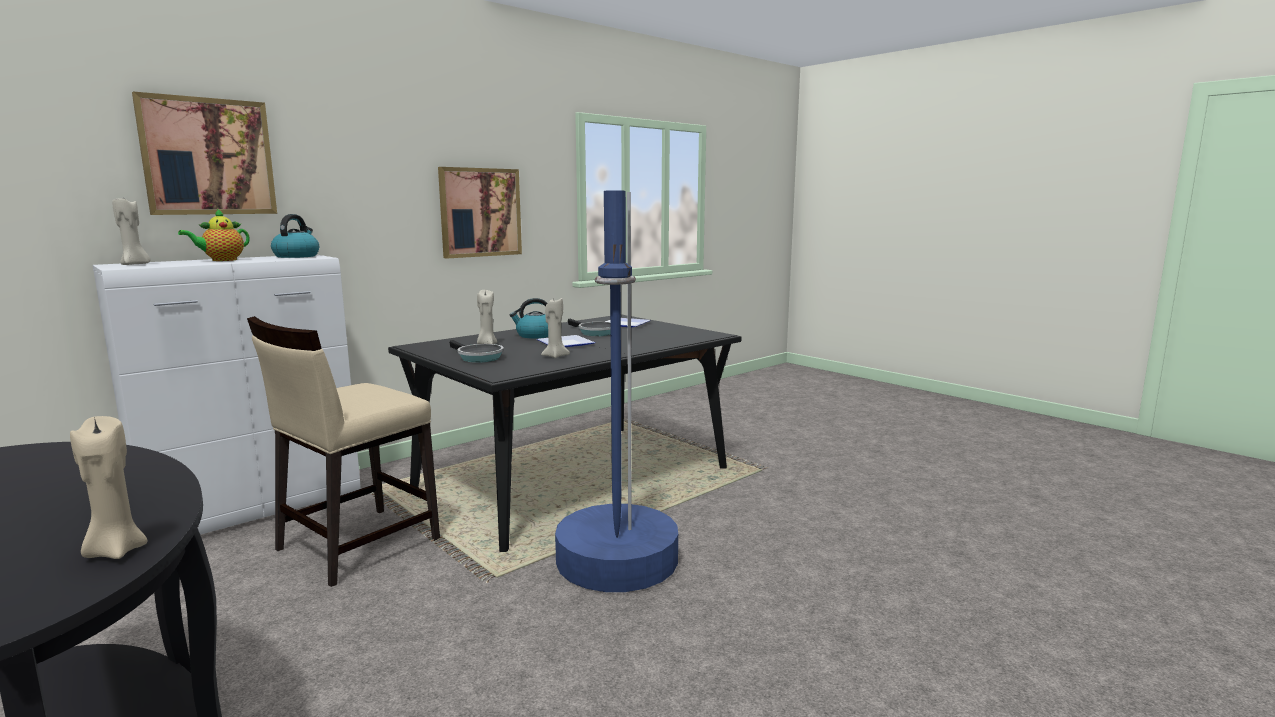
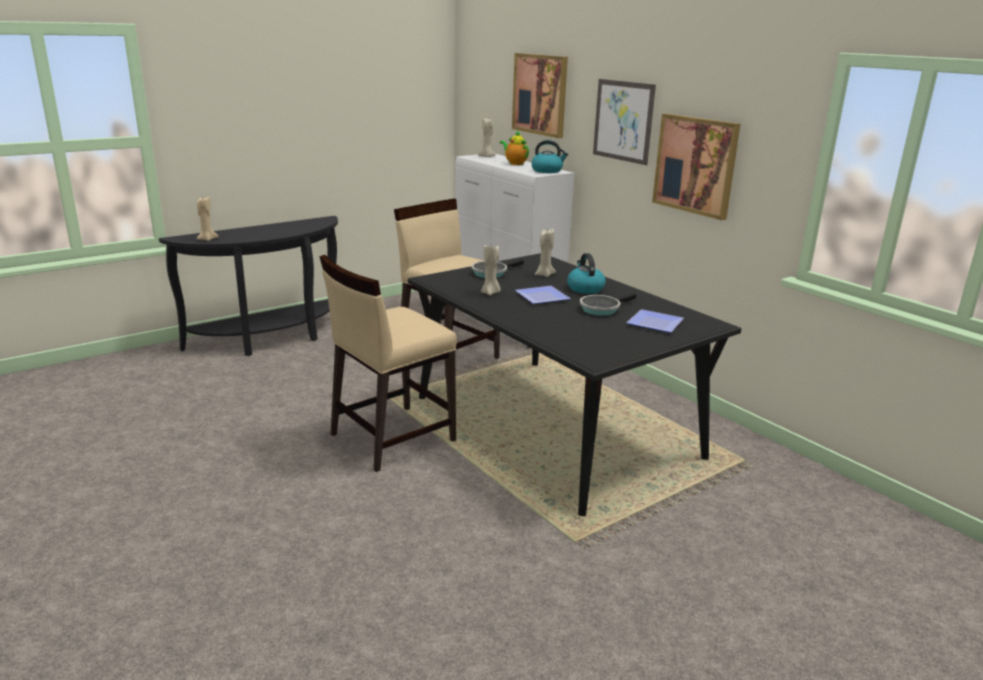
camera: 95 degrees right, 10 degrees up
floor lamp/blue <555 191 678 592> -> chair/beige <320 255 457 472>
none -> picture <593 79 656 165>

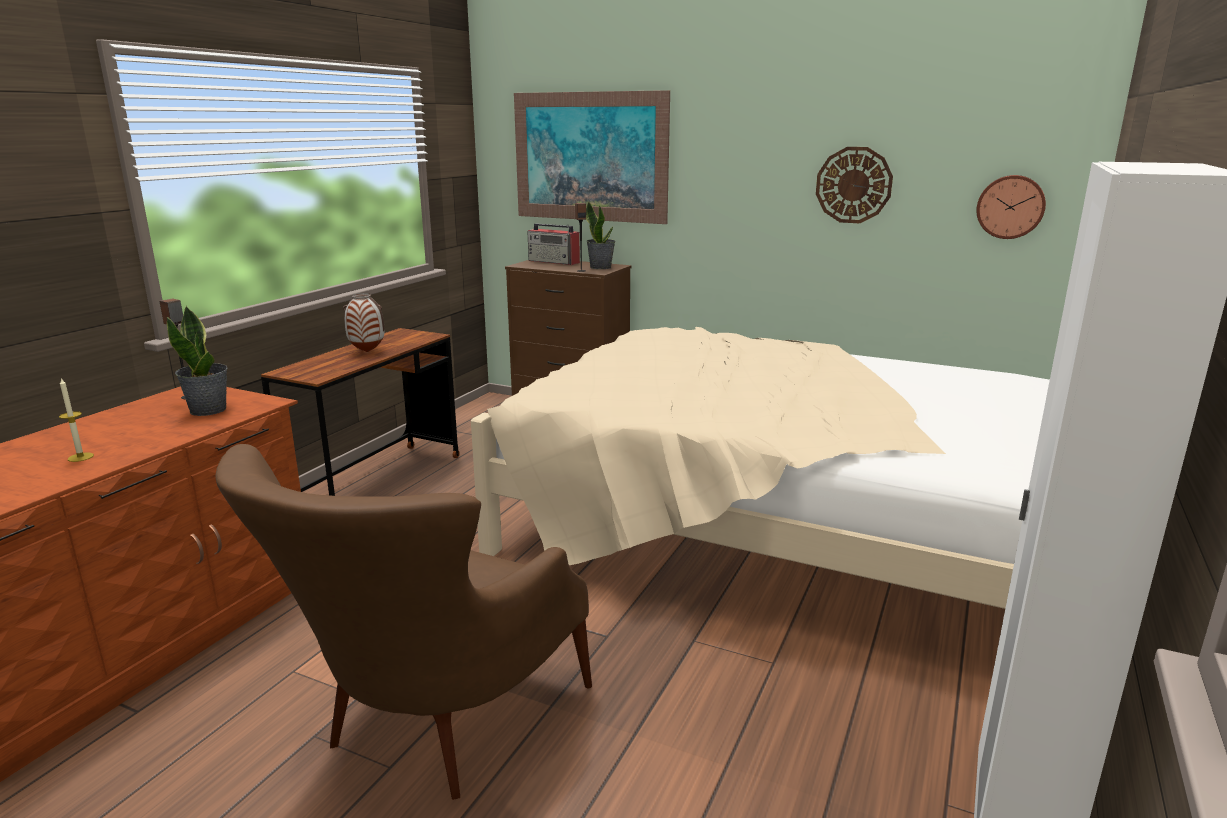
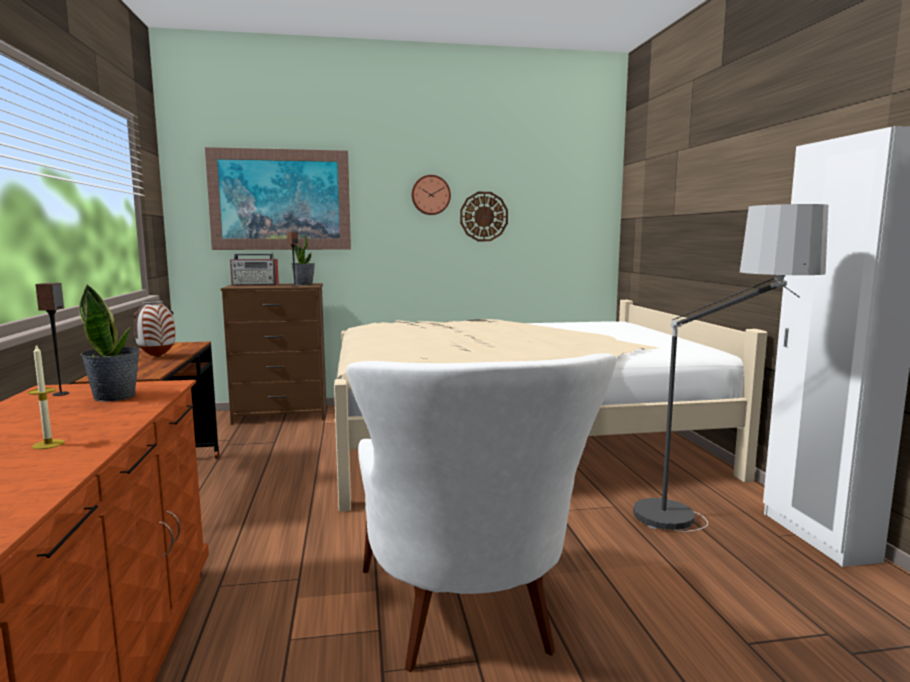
camera: 35 degrees left, 10 degrees down
wall clock <976 175 1046 239> -> wall clock <412 175 451 215>, relocated
armchair/brown <215 444 592 800> -> armchair/white <346 353 617 672>
none -> floor lamp <633 204 828 532>

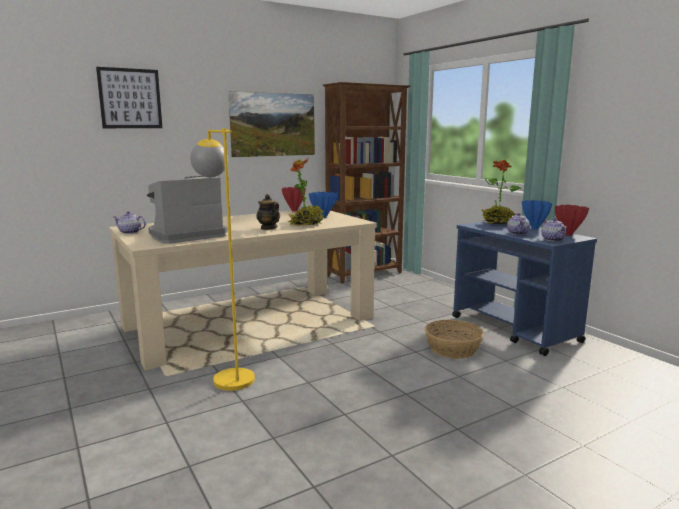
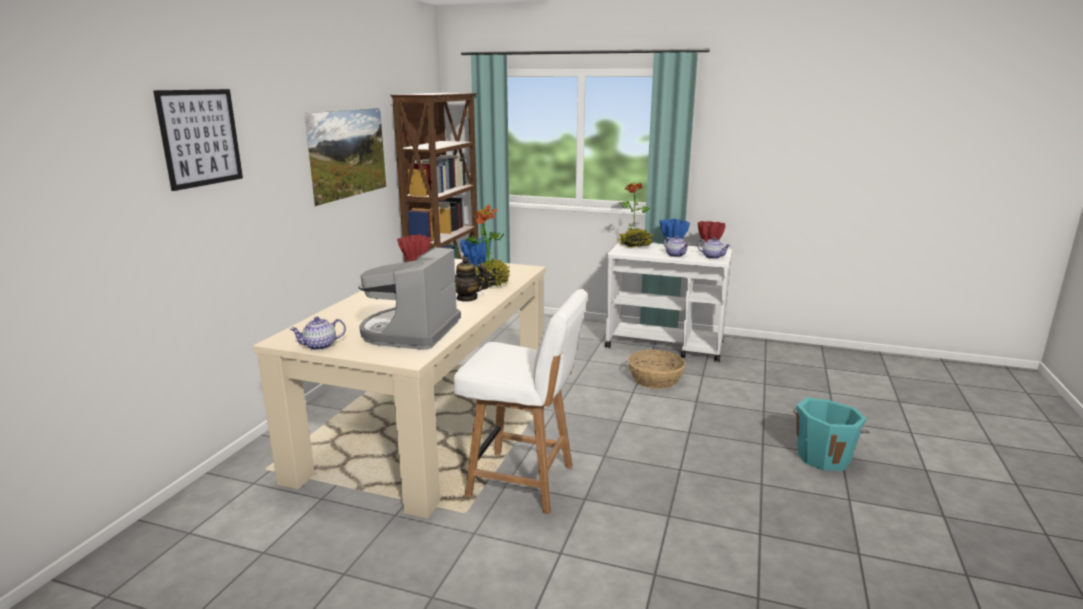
camera: 40 degrees left, 5 degrees up
floor lamp/yellow <190 128 255 391> -> chair/white <454 289 588 514>
cart/blue <452 221 597 356> -> cart/white <605 241 733 362>
none -> bucket/turquoise <793 398 871 471>

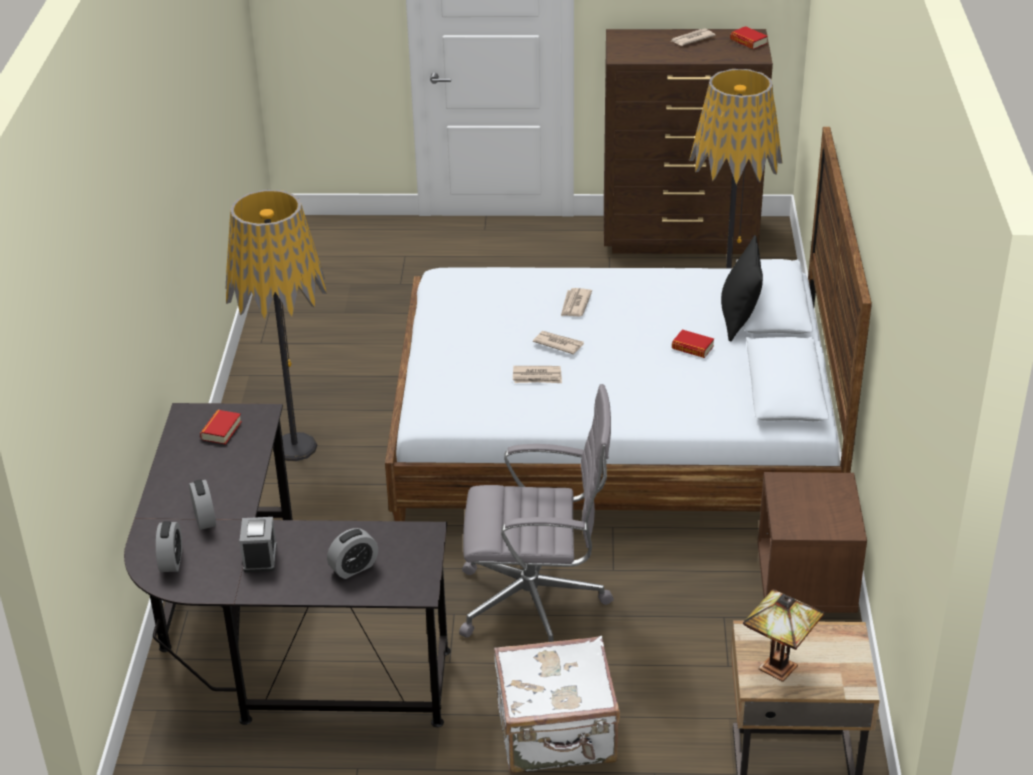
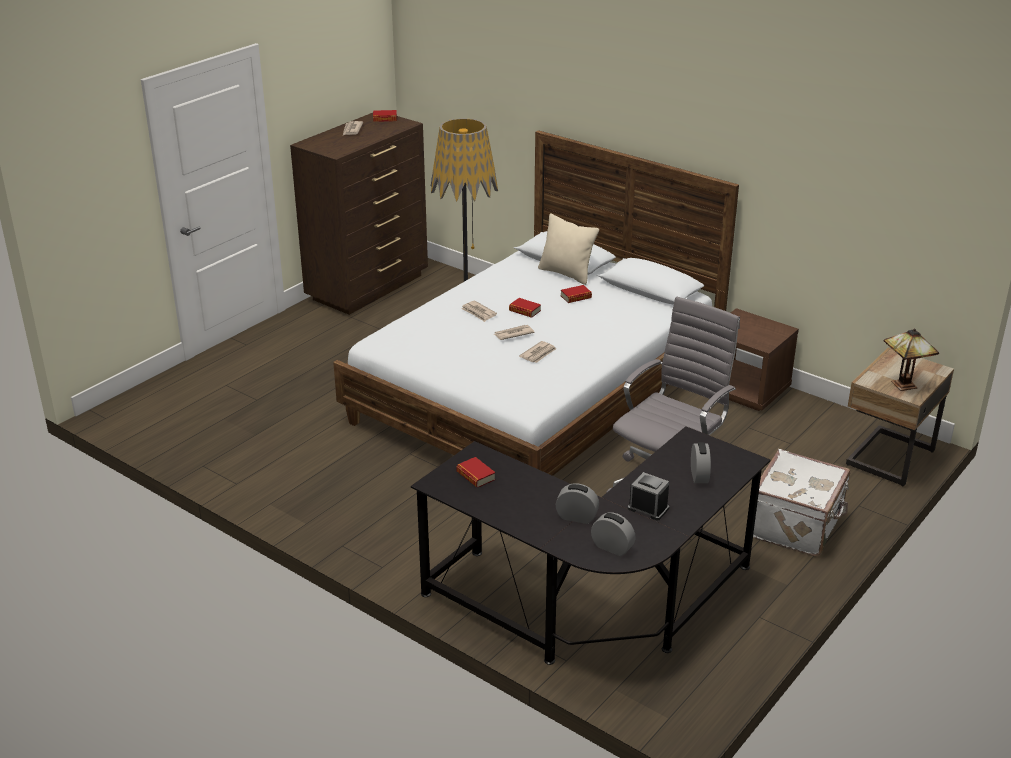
camera: 55 degrees left, 5 degrees down
floor lamp <226 190 327 461> -> none
pillow/black <721 235 763 342> -> pillow/beige <538 214 599 285>
none -> book <509 298 541 318>

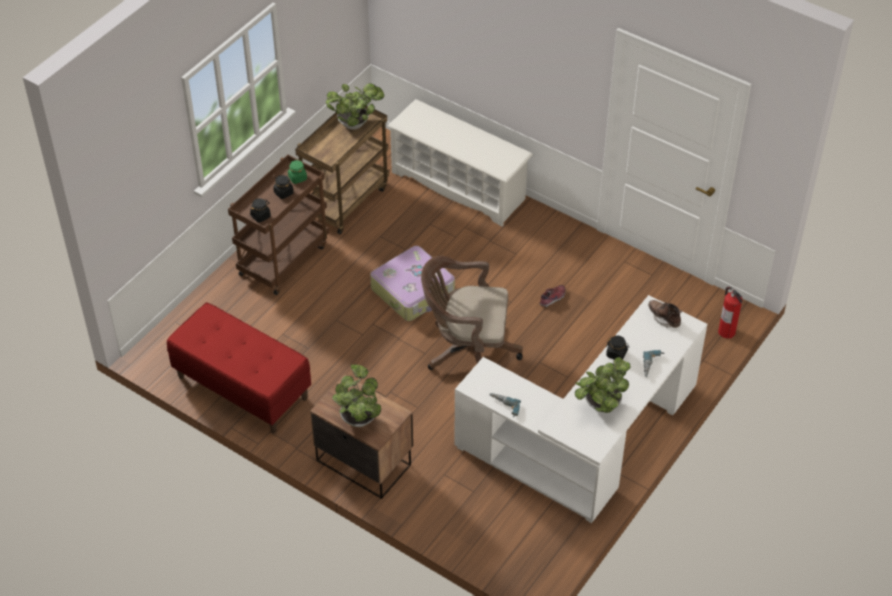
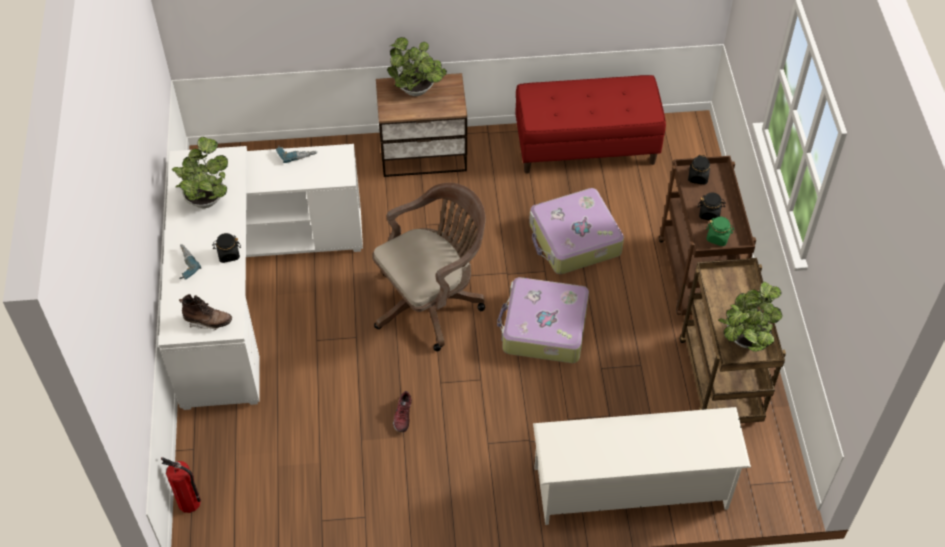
camera: 140 degrees right, 5 degrees up
none -> suitcase <529 188 624 274>

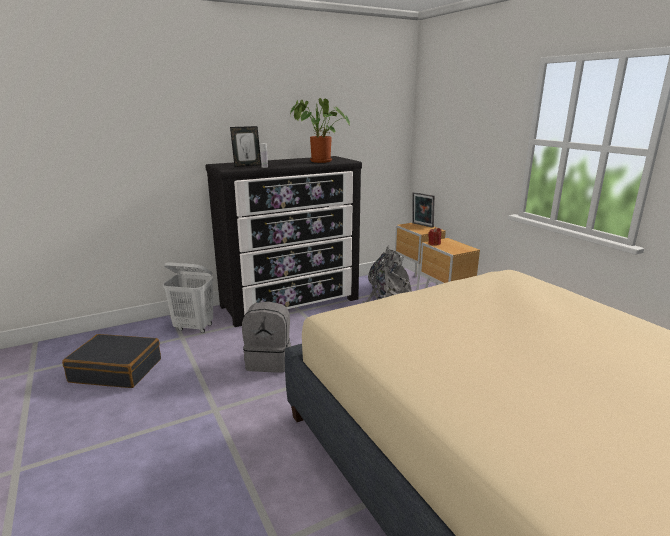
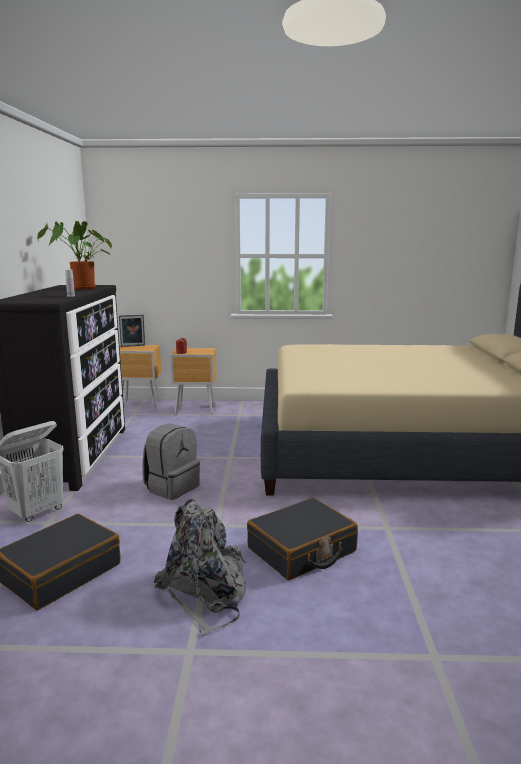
camera: 60 degrees left, 5 degrees down
picture frame <230 126 261 167> -> none
backpack/grey <362 245 412 303> -> backpack/grey <153 499 246 636>, relocated
none -> suitcase/black <247 498 358 580>

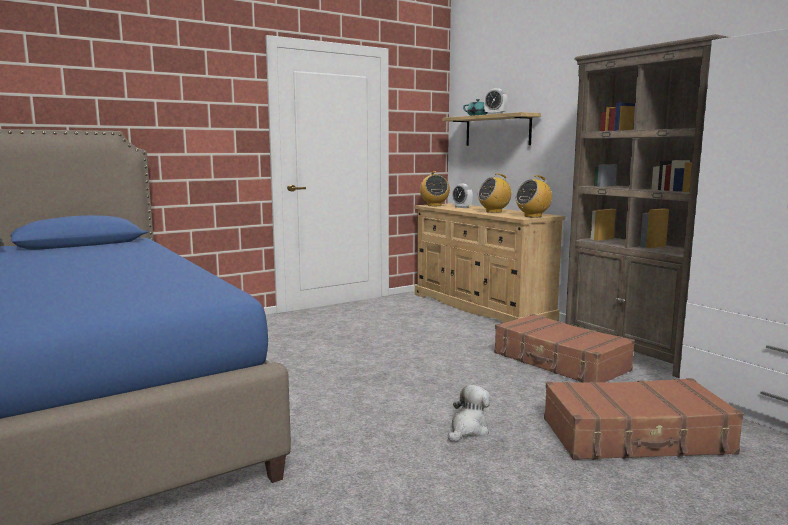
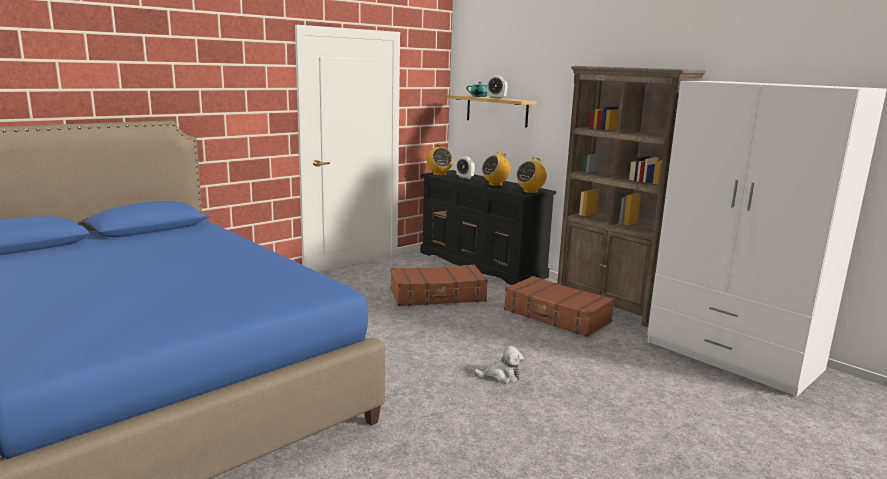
camera: 10 degrees left, 5 degrees up
dresser/beige <414 203 565 323> -> dresser/black <420 170 556 285>
suitcase/brown <544 378 744 460> -> suitcase/brown <391 264 488 306>, relocated
plush toy <448 385 491 442> -> plush toy <474 346 524 384>, 60 degrees clockwise

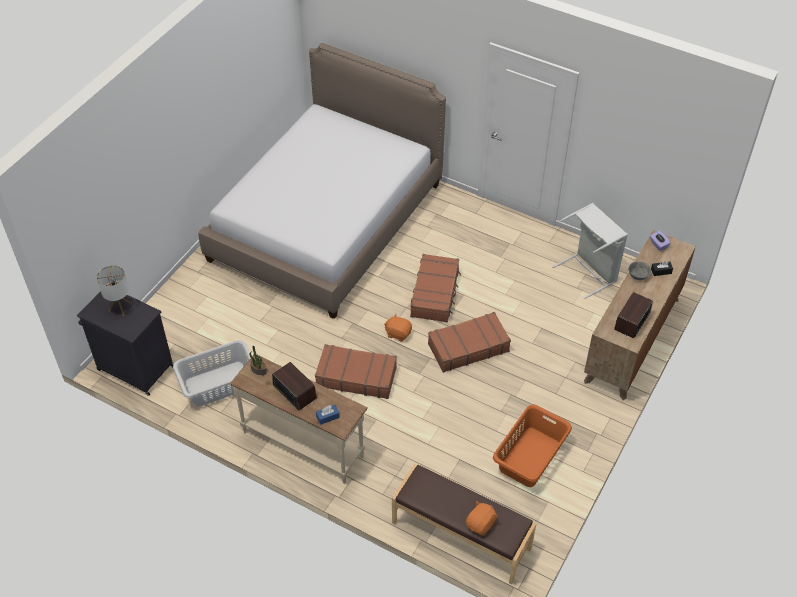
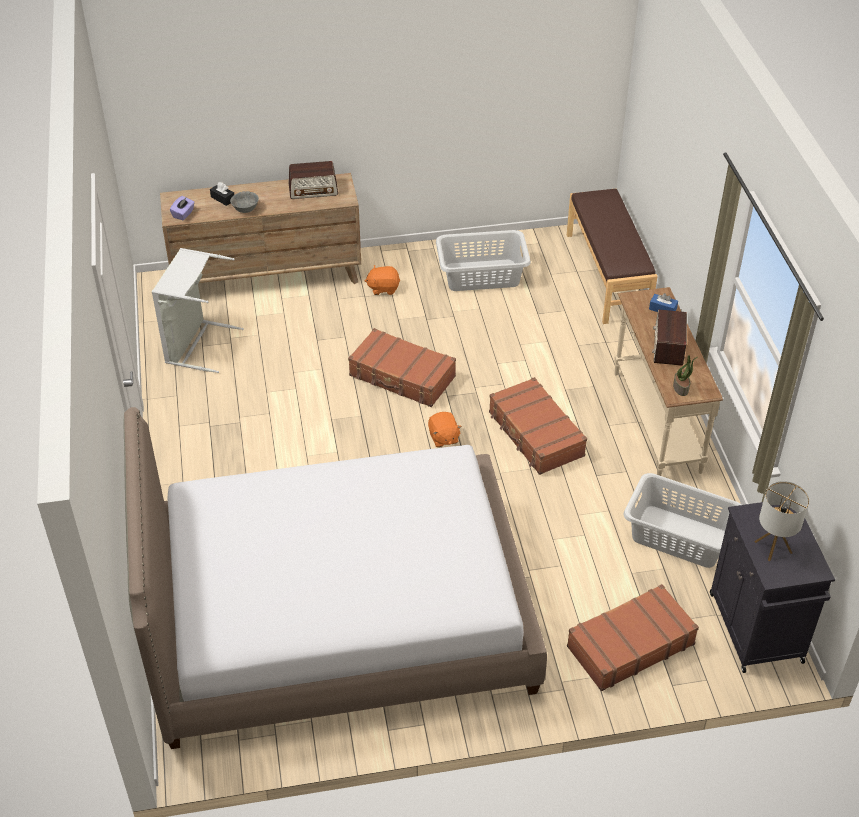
camera: 130 degrees left, 5 degrees down
suitcase/brown <410 254 461 322> -> suitcase/brown <567 584 699 691>, relocated
laundry basket/orange <493 404 572 487> -> laundry basket/grey <436 230 531 291>
plush toy/orange <466 501 498 536> -> plush toy/orange <365 265 400 295>, relocated

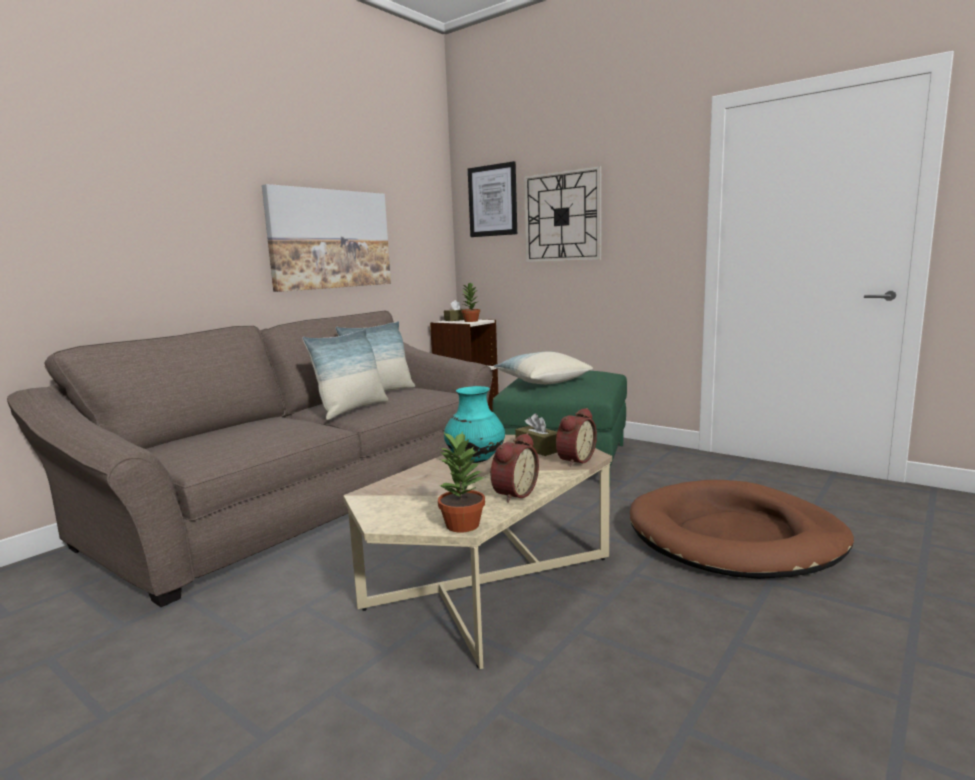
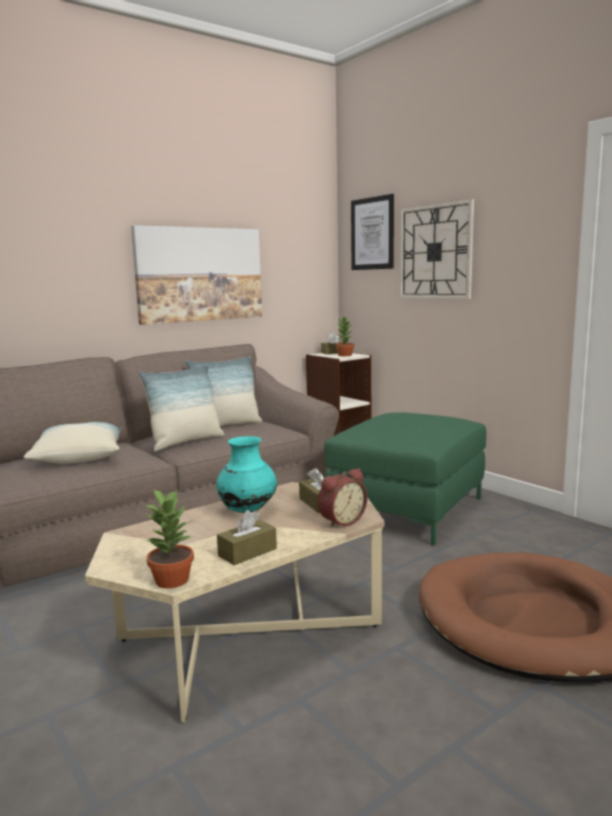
camera: 15 degrees right, 0 degrees up
pillow <494 351 593 384> -> pillow <24 422 123 464>, relocated
alarm clock <491 433 539 503> -> tissue box/brown <217 510 277 565>

